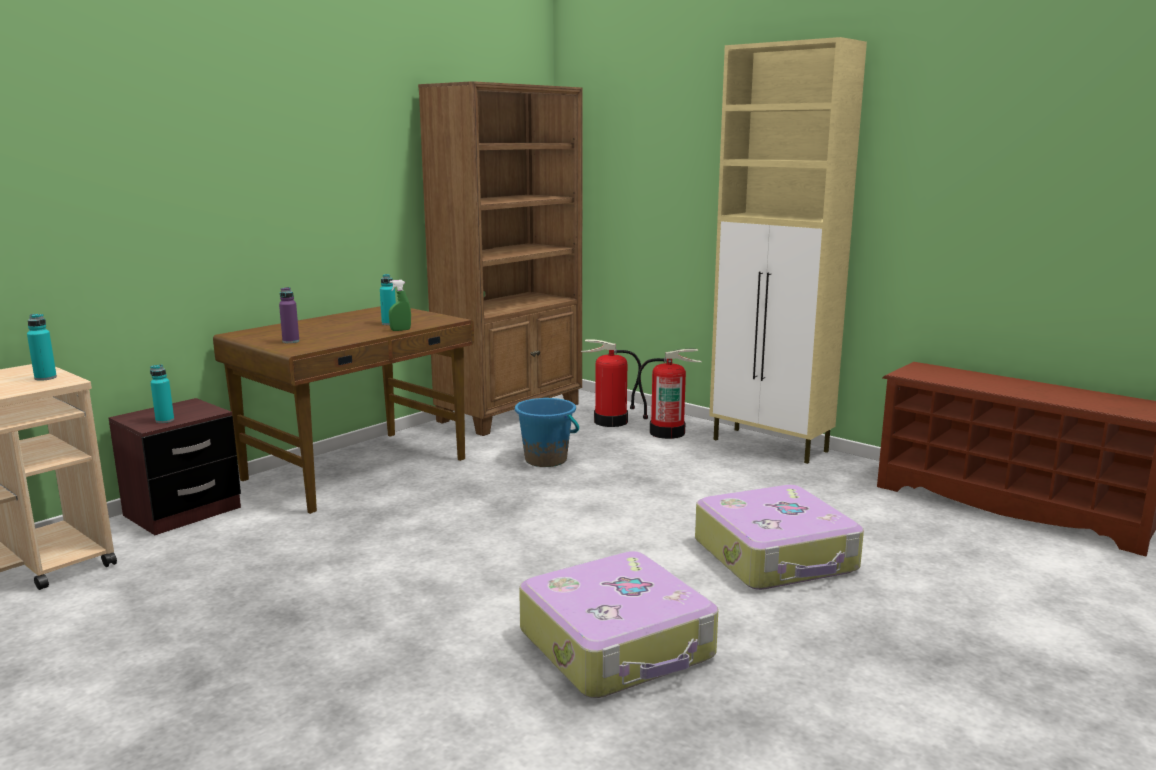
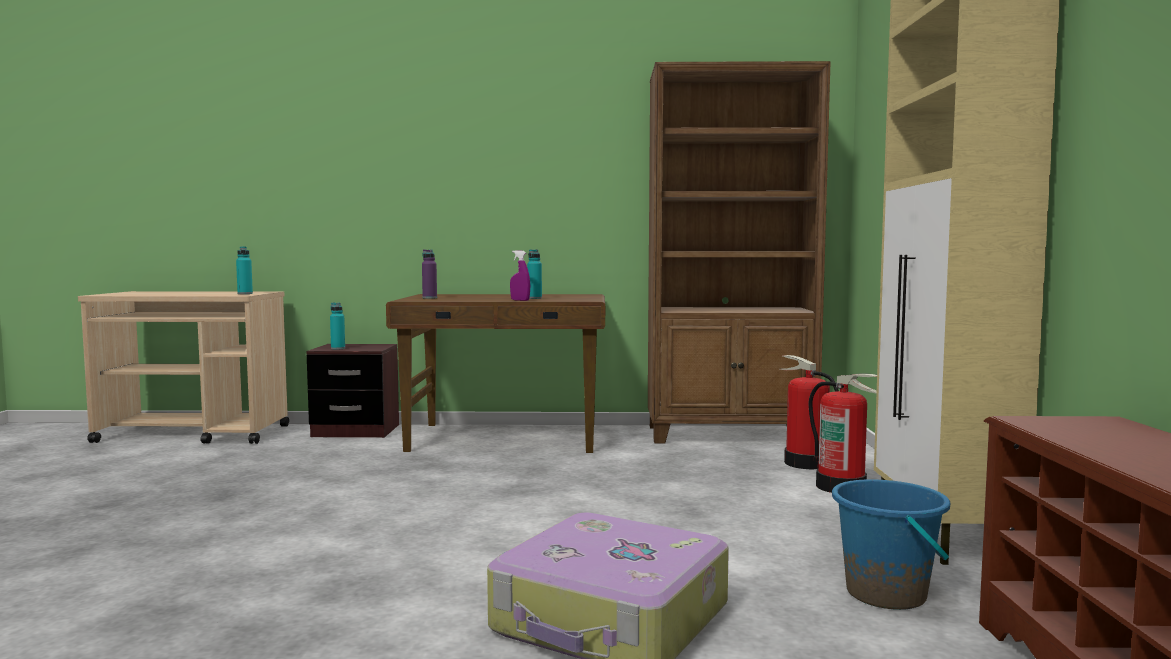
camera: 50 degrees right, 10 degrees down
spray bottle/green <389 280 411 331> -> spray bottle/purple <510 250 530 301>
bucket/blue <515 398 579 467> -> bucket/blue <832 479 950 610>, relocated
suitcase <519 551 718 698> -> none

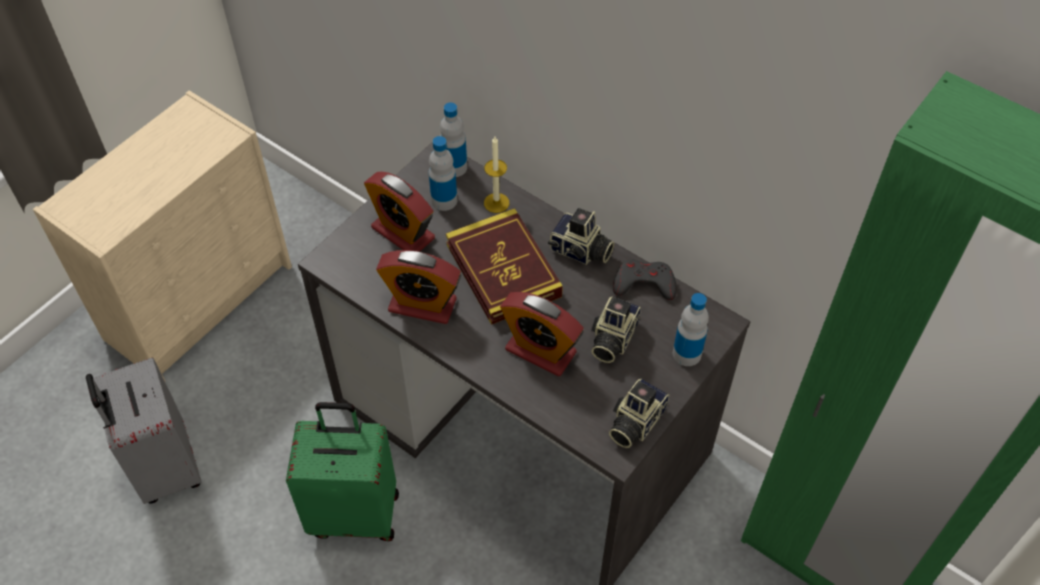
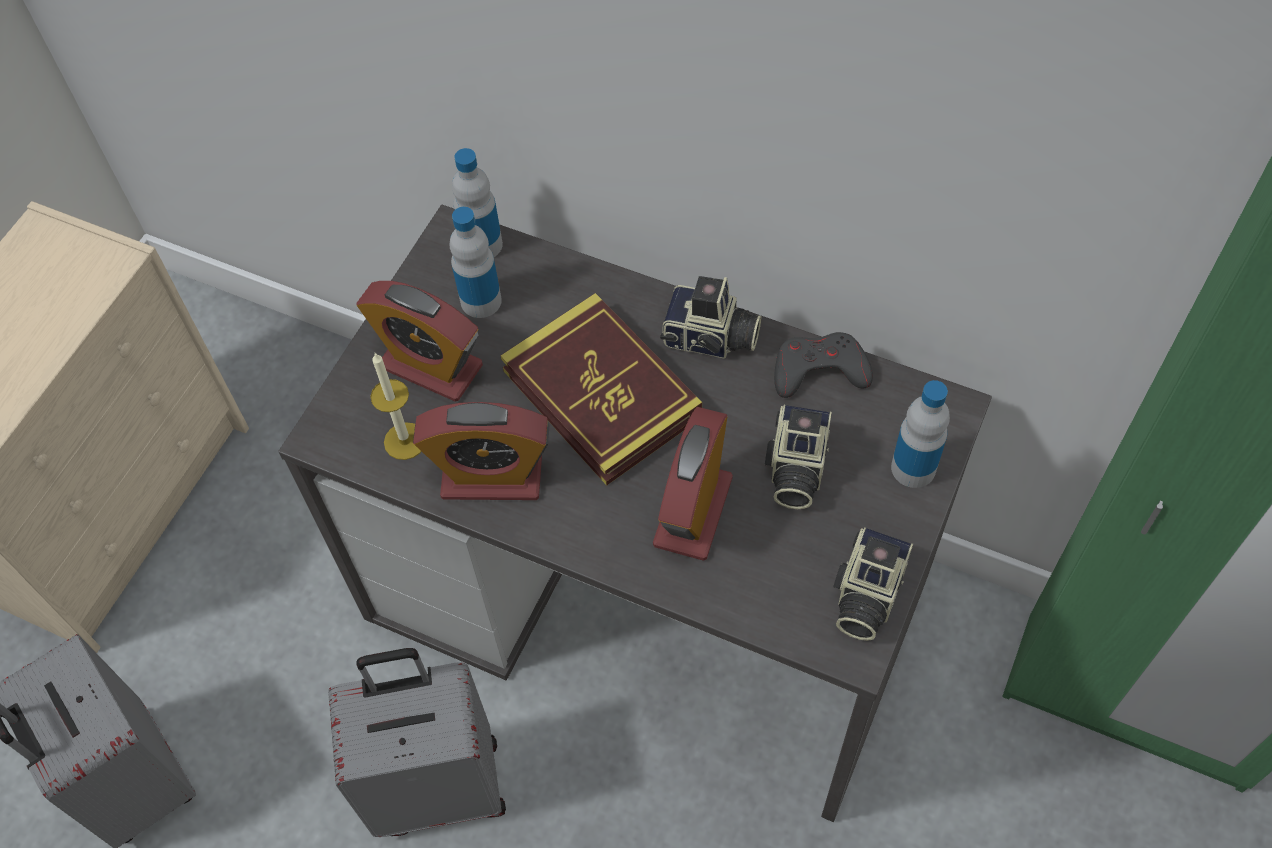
camera: 10 degrees left, 5 degrees up
candle <484 137 509 213> -> candle <370 353 422 460>, relocated
alarm clock <500 292 584 376> -> alarm clock <653 407 733 561>, 90 degrees clockwise
suitcase/green <286 402 399 541> -> suitcase/grey <328 648 506 837>

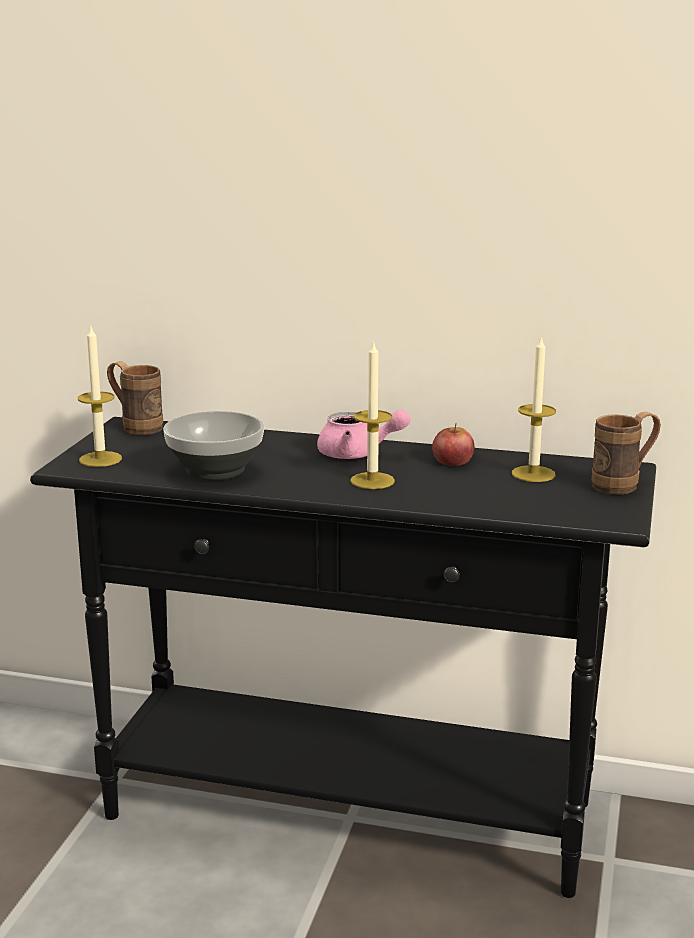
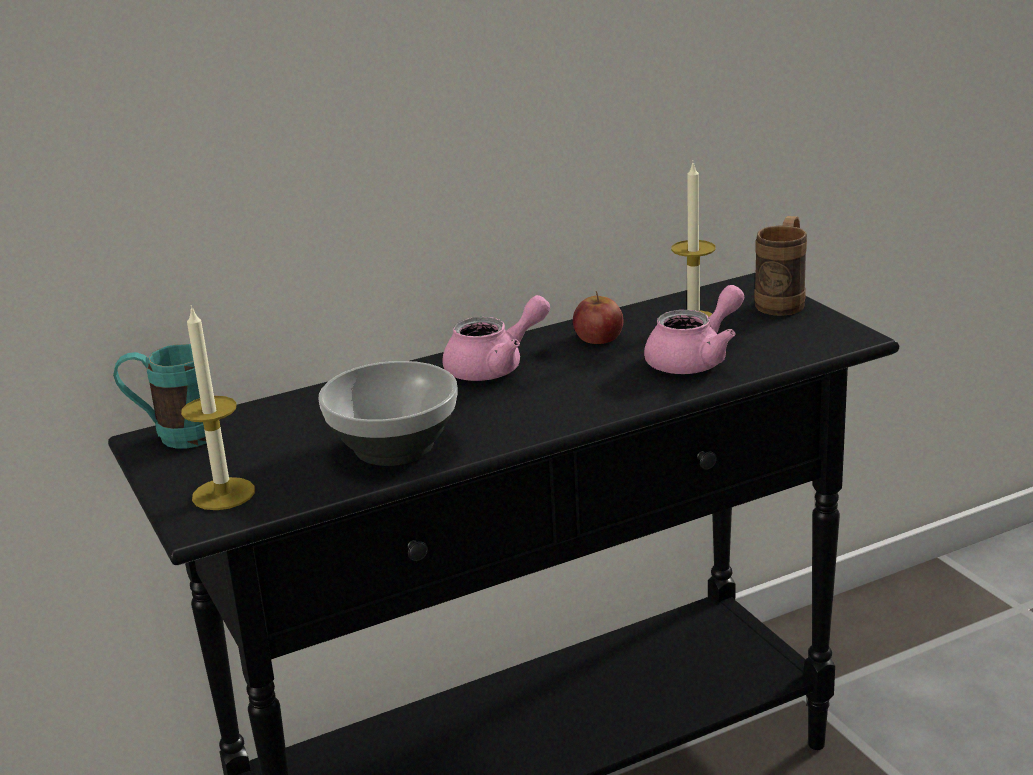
camera: 40 degrees left, 5 degrees up
candle <350 340 395 489> -> none
mug/brown <107 361 163 435> -> mug/turquoise <113 344 207 449>
none -> teapot/pink <644 285 744 374>

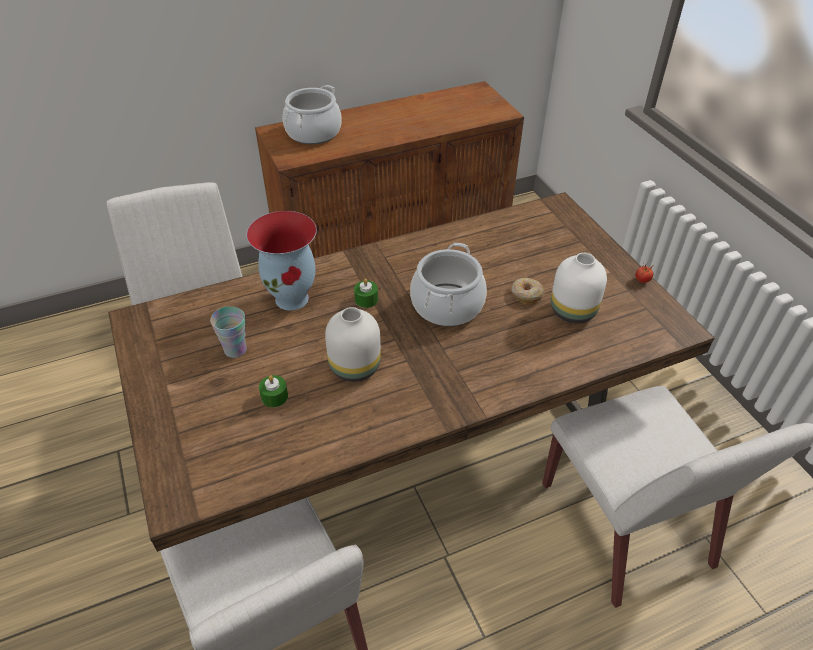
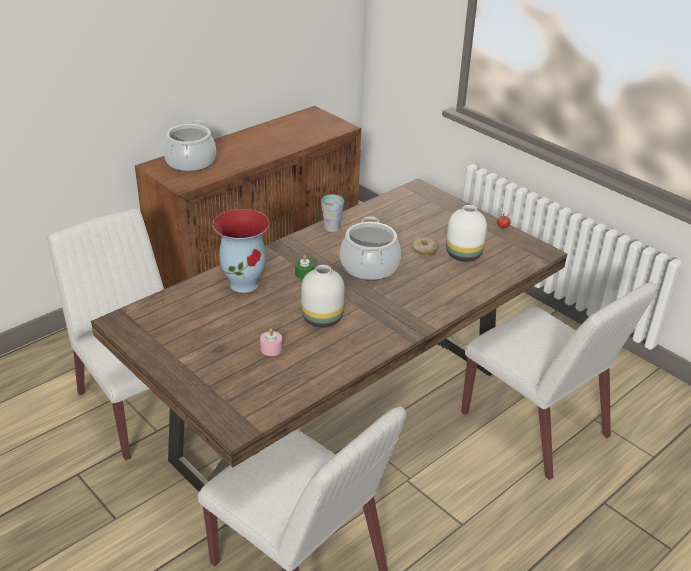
camera: 20 degrees left, 10 degrees down
cup <210 306 247 358> -> cup <321 195 344 232>, relocated
candle/green <259 375 288 407> -> candle/pink <260 328 282 356>

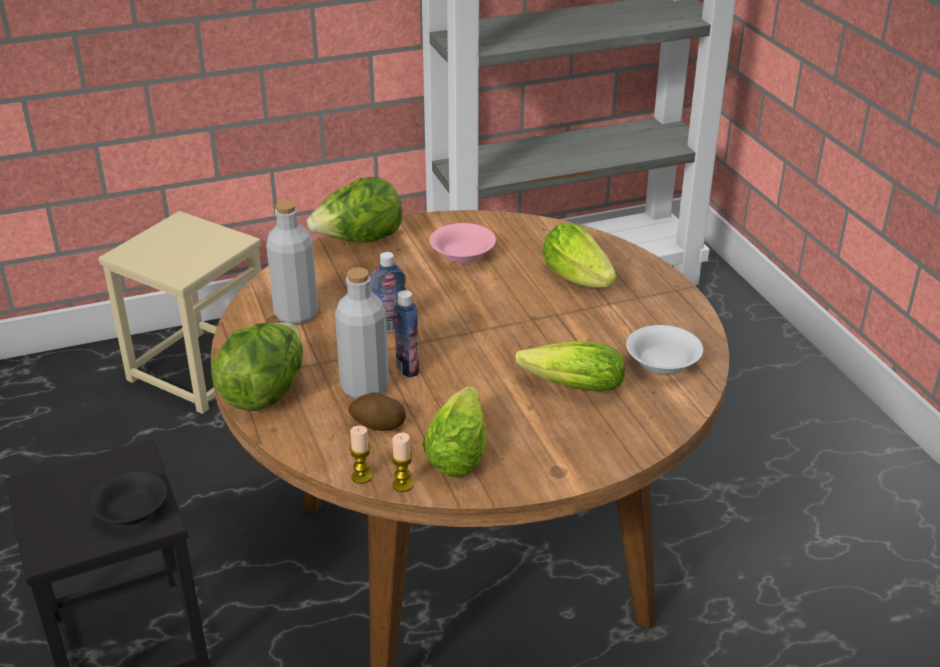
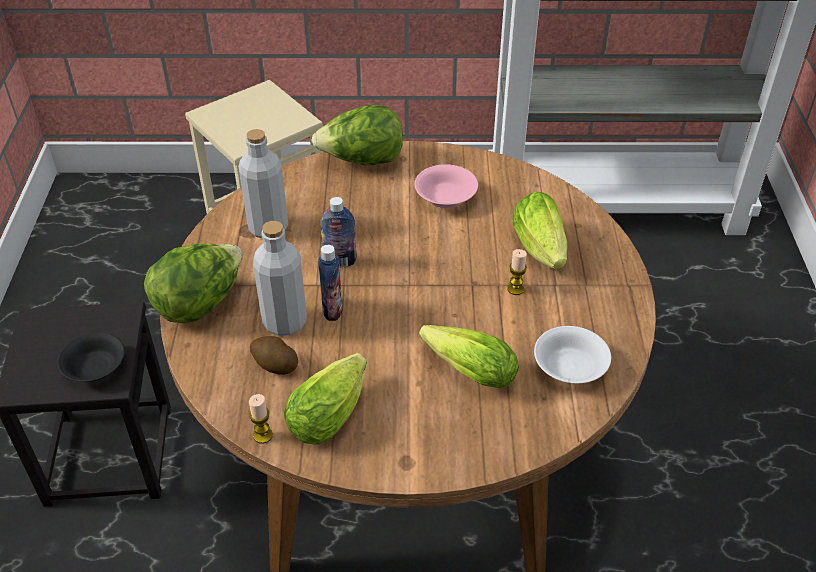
camera: 20 degrees right, 10 degrees up
candle <349 426 372 484> -> candle <507 249 527 295>, relocated

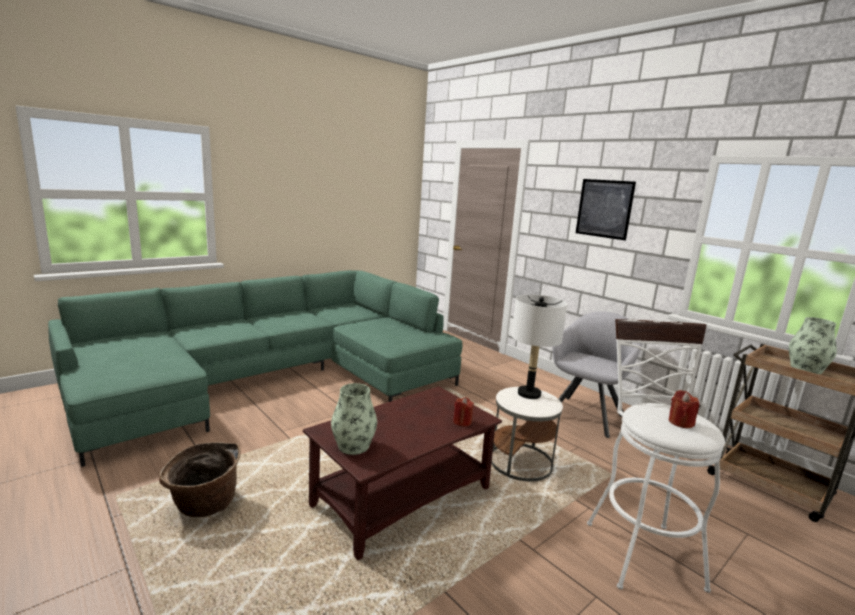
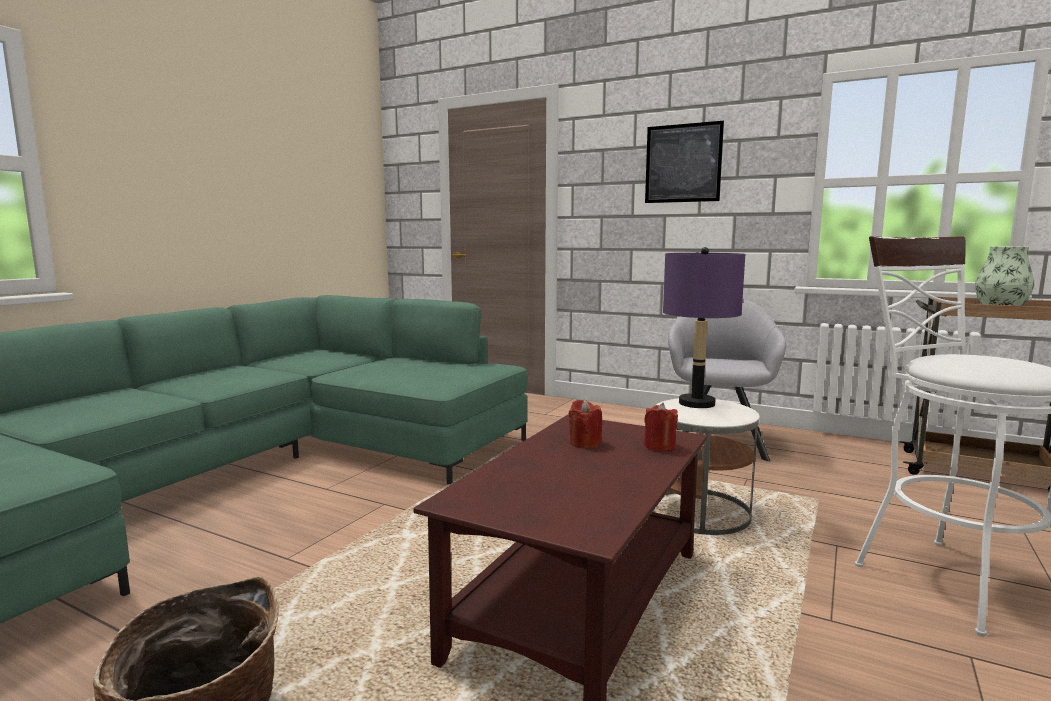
camera: 20 degrees left, 5 degrees down
table lamp/white <512 294 568 399> -> table lamp/purple <663 247 745 408>
vase <331 383 377 455> -> none
candle/red <669 390 699 428> -> candle/red <569 400 602 448>, relocated

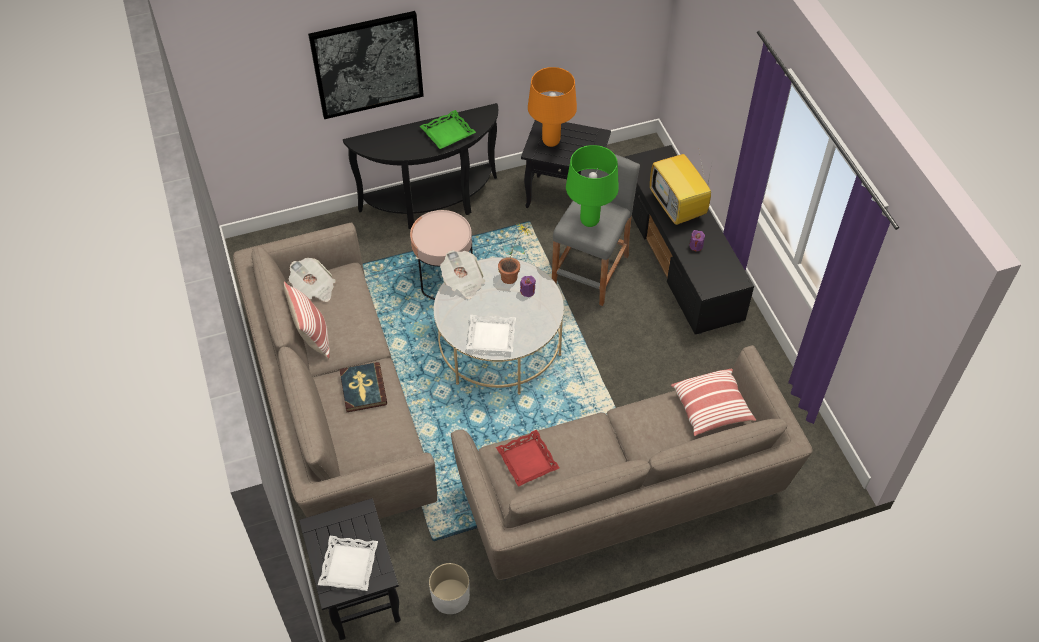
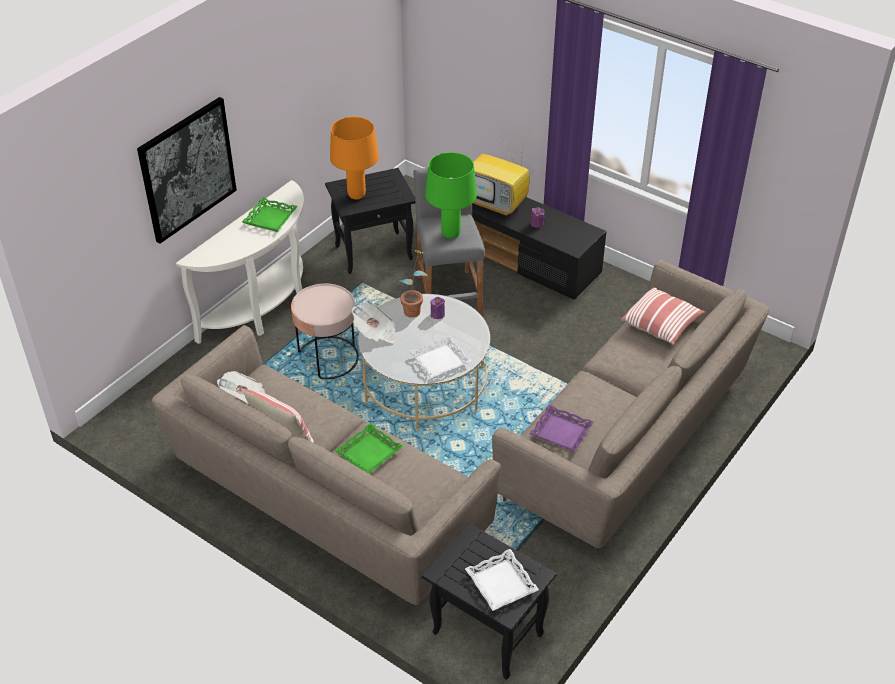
camera: 35 degrees left, 10 degrees down
console table/black <343 103 498 229> -> console table/white <176 180 304 344>
book <339 362 387 412> -> tray/green <335 423 403 474>
tray/red <496 430 559 487> -> tray/purple <530 405 594 452>
planter/white <429 563 470 614> -> none

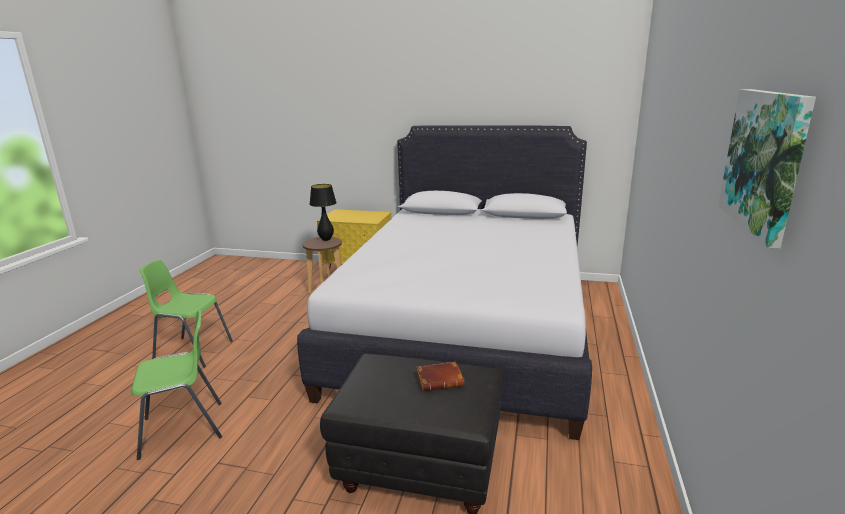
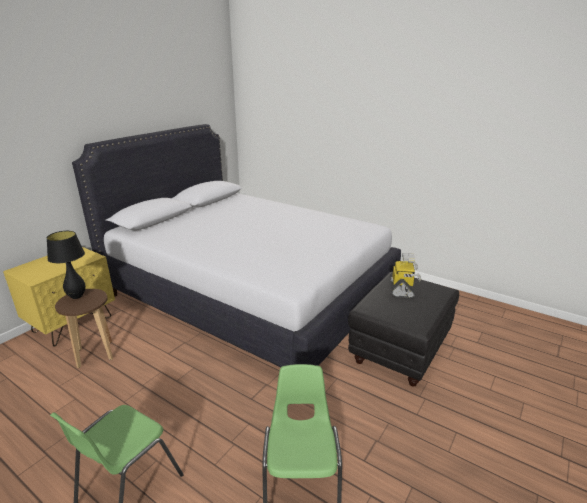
camera: 70 degrees left, 5 degrees up
picture <718 89 816 249> -> none
book/brown <416 362 465 392> -> toy robot <390 253 421 298>

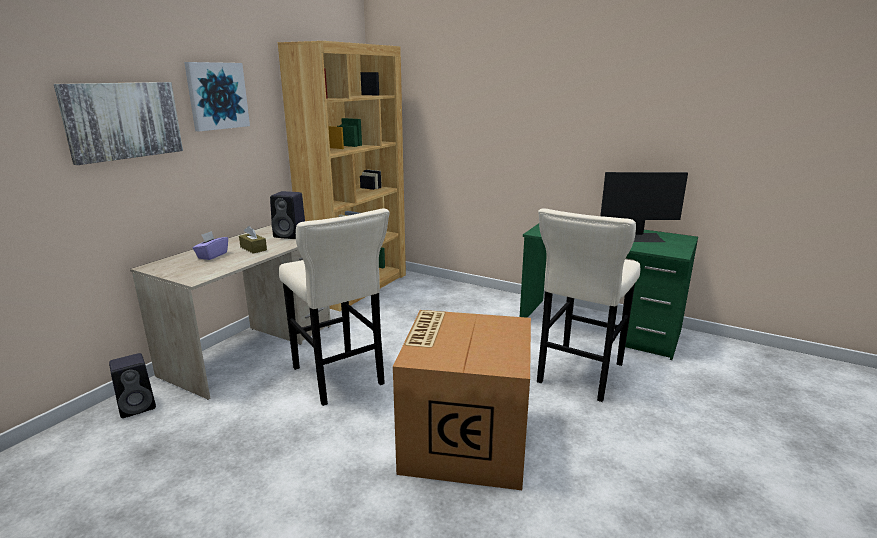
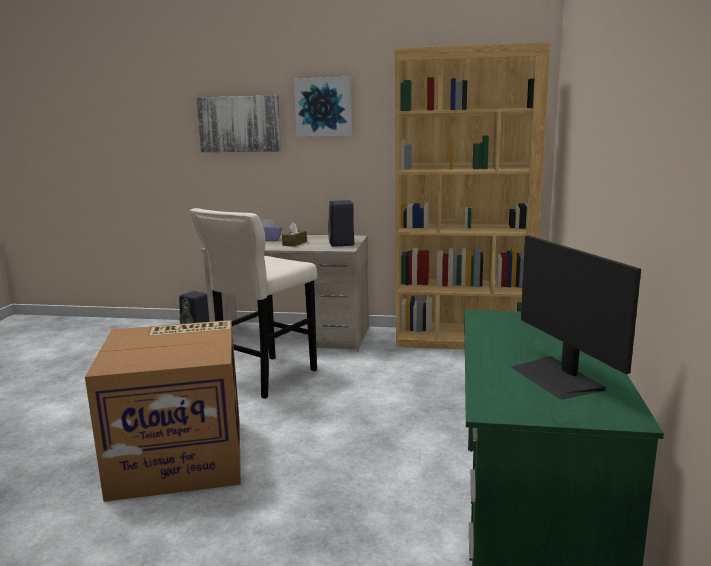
camera: 70 degrees right, 5 degrees down
stool/beige <537 208 640 402> -> none

